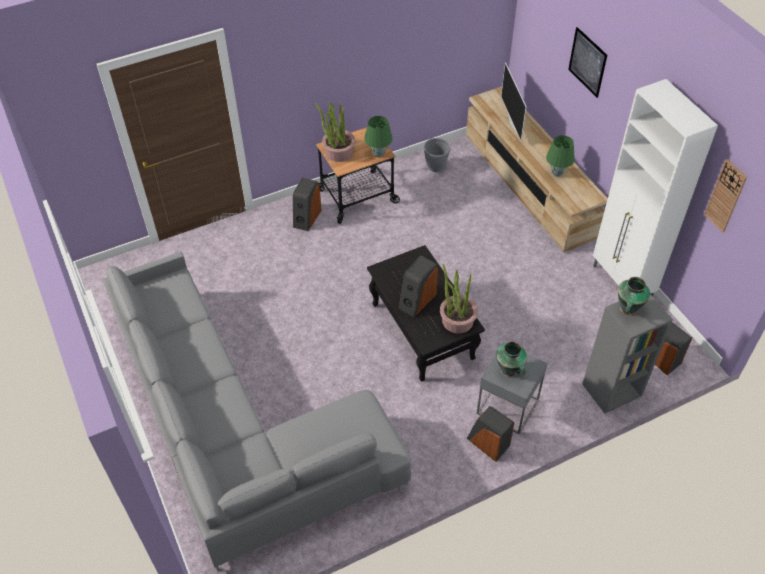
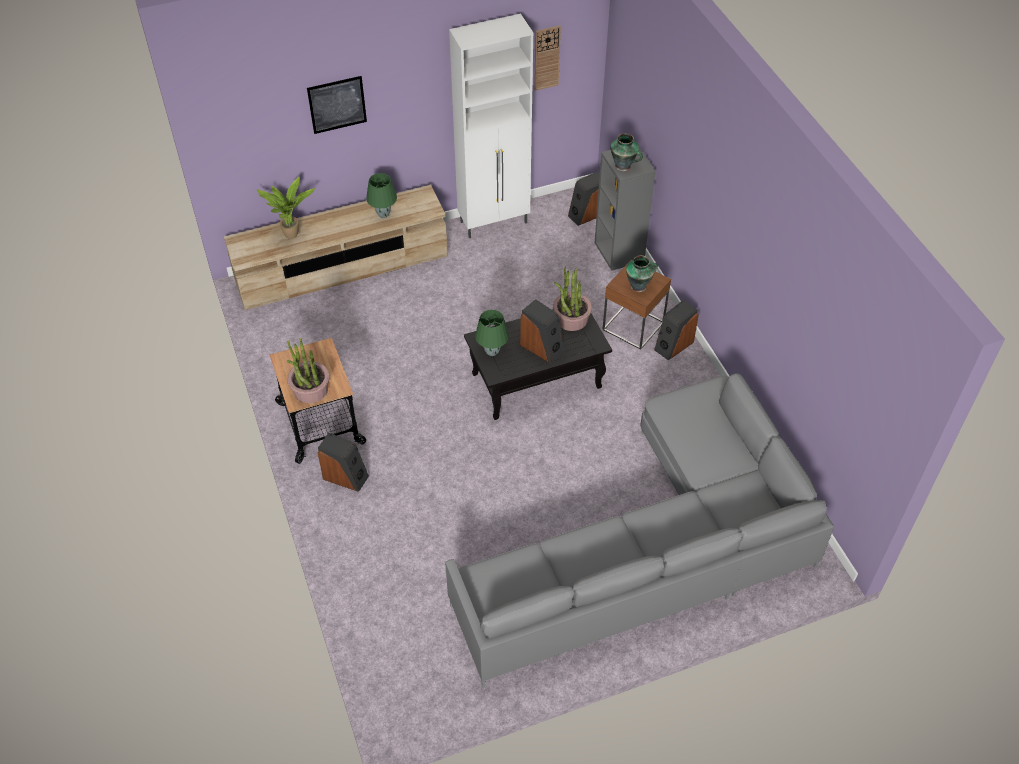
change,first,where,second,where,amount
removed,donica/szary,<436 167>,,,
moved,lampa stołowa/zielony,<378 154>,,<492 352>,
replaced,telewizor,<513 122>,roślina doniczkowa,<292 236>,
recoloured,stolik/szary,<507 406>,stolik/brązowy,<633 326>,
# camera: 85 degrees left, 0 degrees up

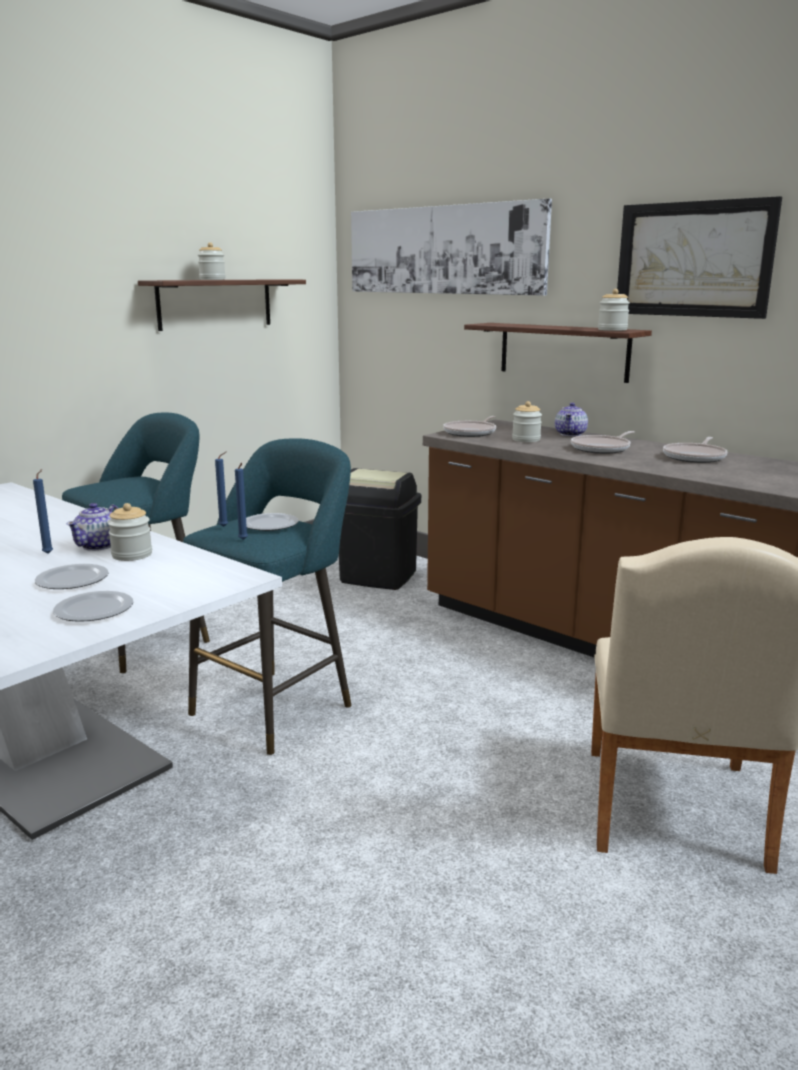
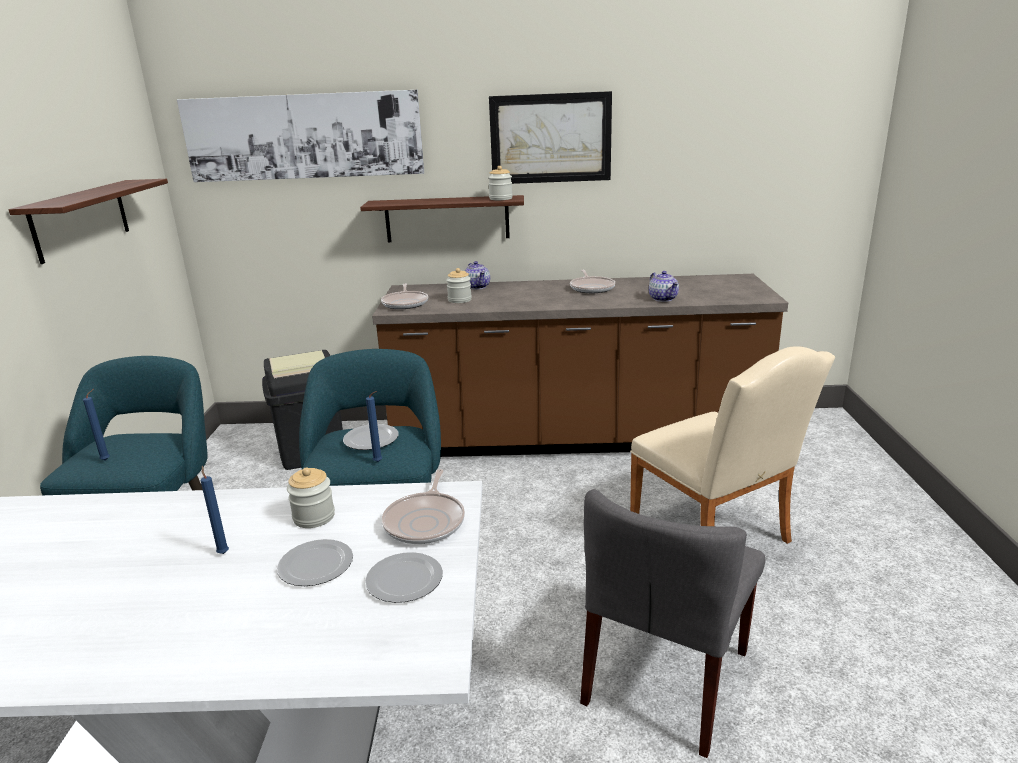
change,first,where,second,where,amount
removed,słoik,<212 279>,,,
added,,,krzesło/szary,<667 678>,
moved,imbryk,<99 545>,,<663 298>,
moved,świeca/niebieski,<225 526>,,<107 460>,
moved,patelnia,<602 449>,,<426 521>,
# camera: 40 degrees left, 5 degrees up

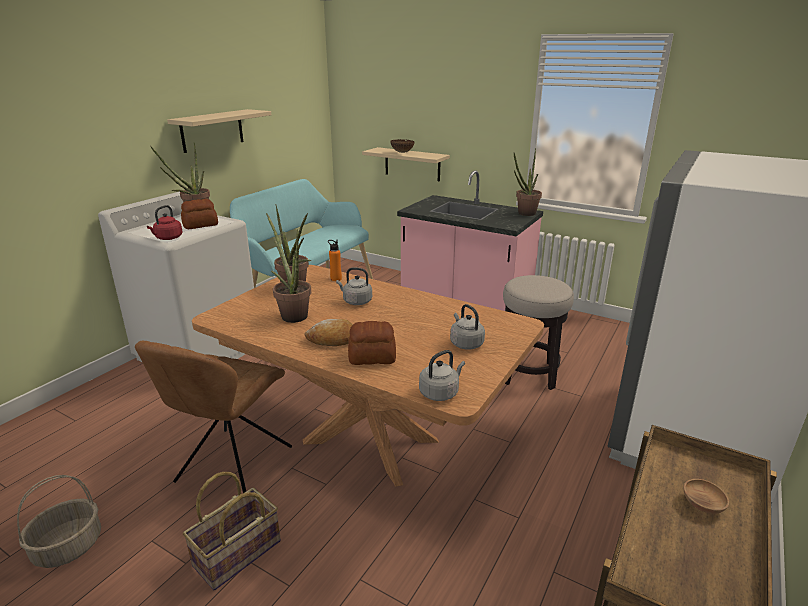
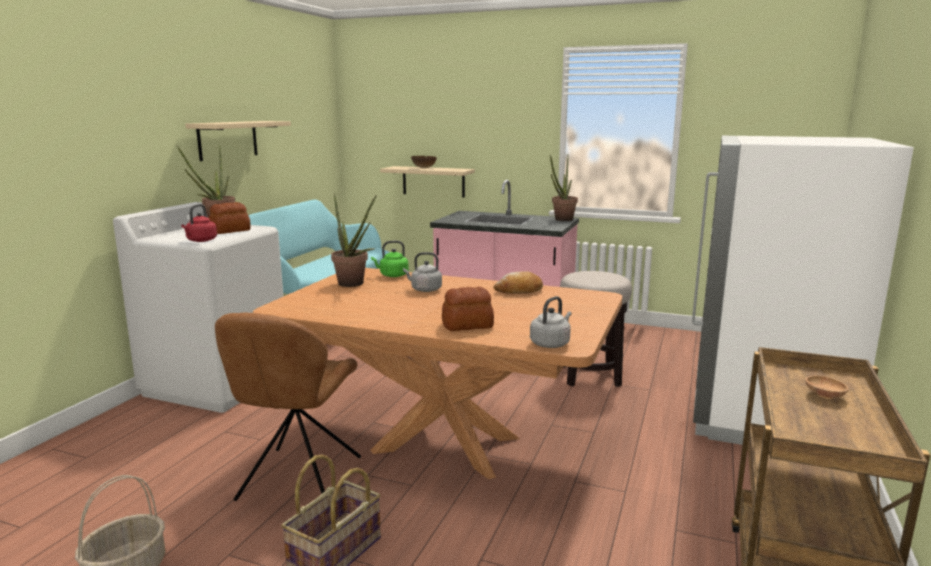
change,first,where,second,where,amount
removed,roślina doniczkowa,<292 314>,,,
removed,czajnik/szary,<465 343>,,,
moved,chleb,<333 340>,,<519 291>,
replaced,butelka/pomarańczowy,<336 279>,czajnik/zielony,<392 275>,
# camera: 10 degrees left, 10 degrees down

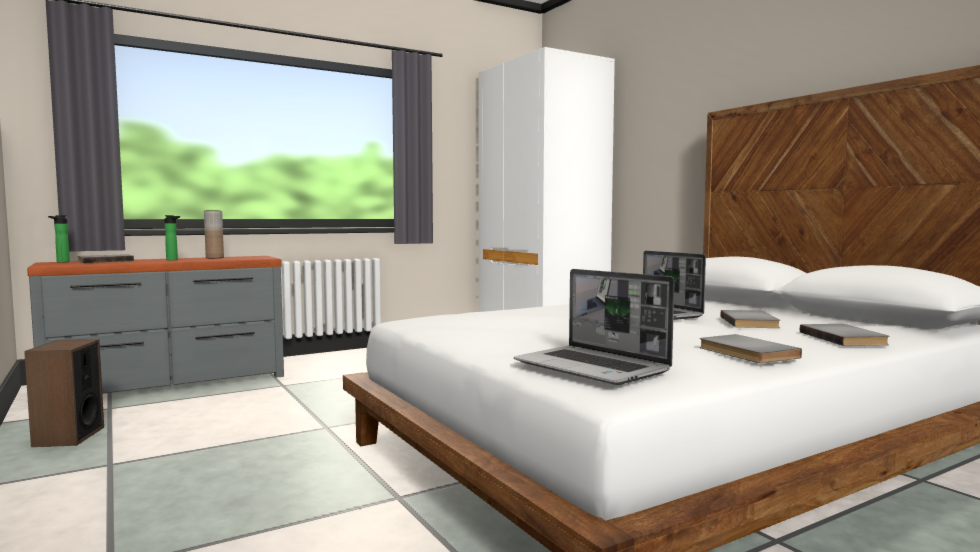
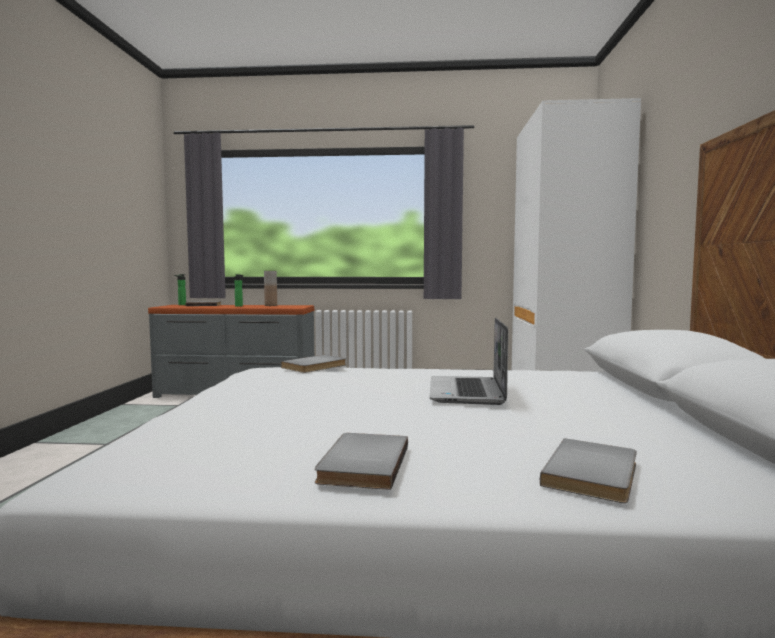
change,first,where,second,where,amount
removed,głośnik,<68 437>,,,
removed,laptop,<593 368>,,,
moved,książka/szary,<751 322>,,<316 366>,
# camera: 35 degrees right, 0 degrees up

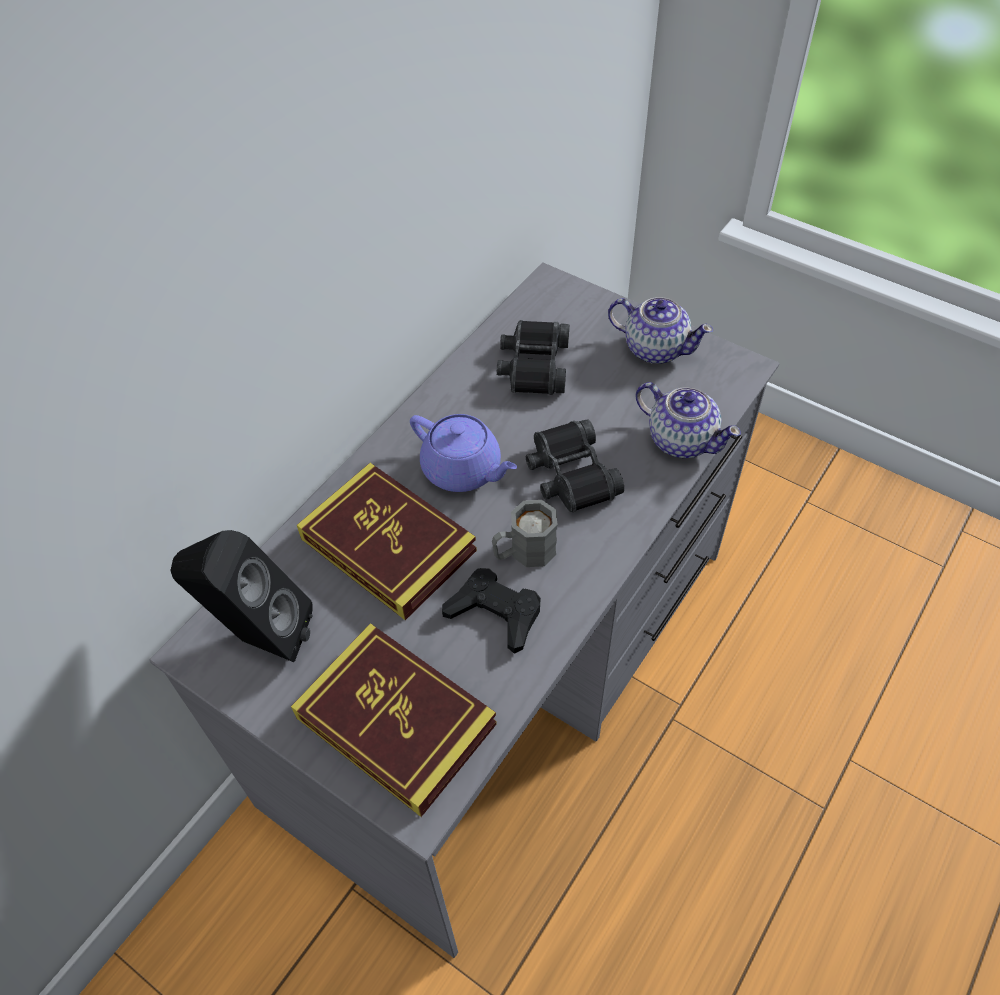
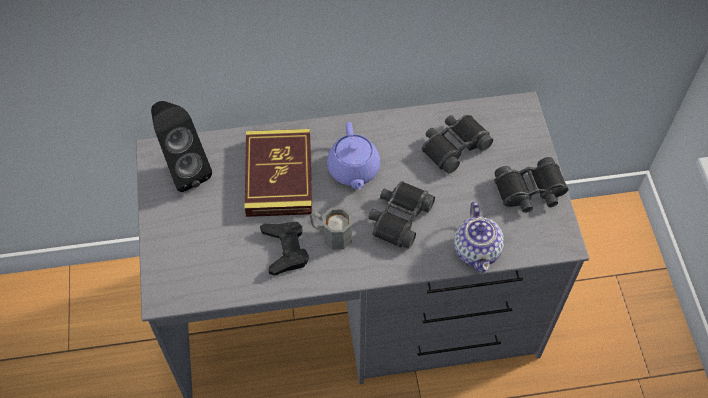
change,first,where,second,where,amount
removed,książka,<396 721>,,,
replaced,imbryk,<655 348>,lornetka/czarny,<530 191>,
# camera: 45 degrees right, 5 degrees up

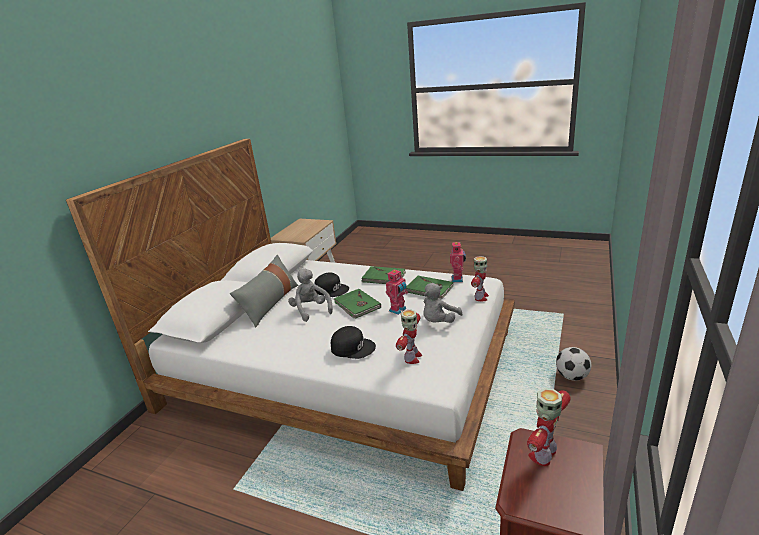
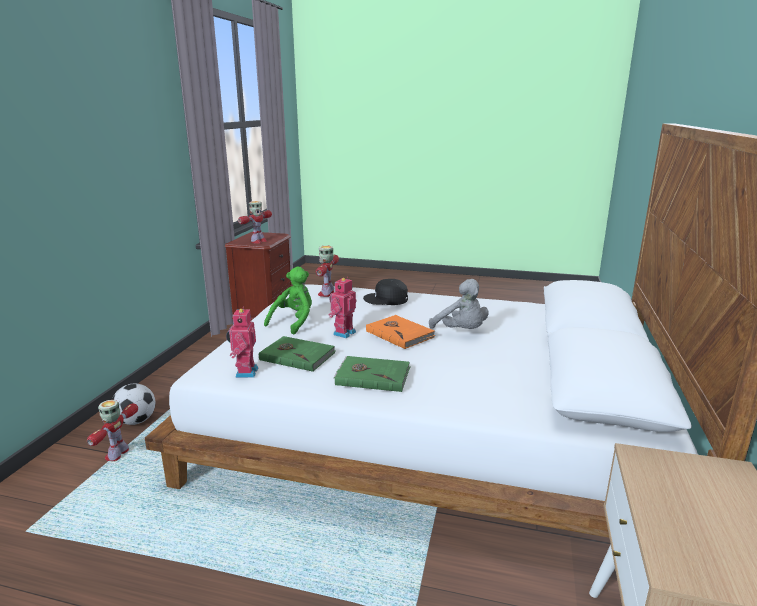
change,first,where,second,where,amount
removed,poduszka/szary,<270 303>,,,
removed,czapka z daszkiem/czarny,<331 289>,,,
moved,robot zabawkowy,<480 297>,,<118 454>,
recoloured,książka/zielony,<357 305>,książka/pomarańczowy,<400 334>,
recoloured,pluszak/szary,<439 322>,pluszak/zielony,<294 322>,
# camera: 170 degrees right, 5 degrees down

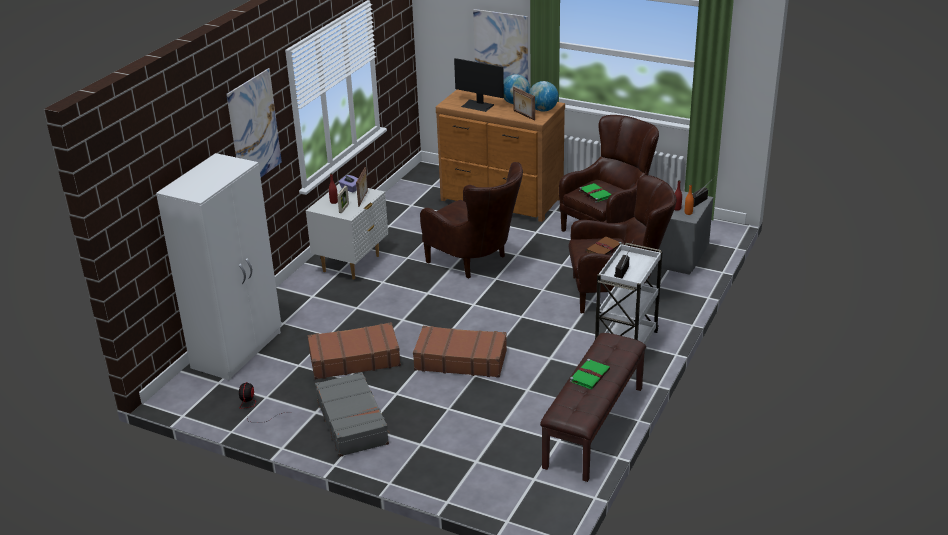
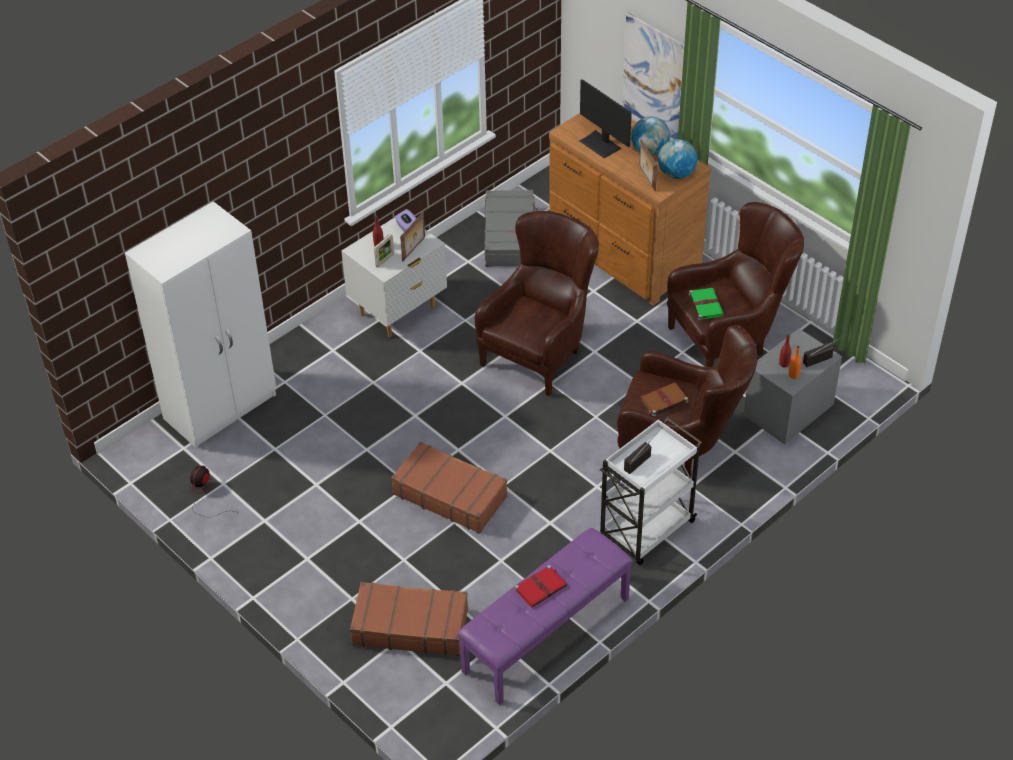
change,first,where,second,where,amount
removed,obraz,<254 129>,,,
moved,walizka/brązowy,<354 359>,,<410 626>,
moved,walizka/szary,<353 422>,,<510 236>,
recoloured,ławka/brązowy,<595 427>,ławka/fioletowy,<547 635>,
recoloured,książka/zielony,<590 375>,książka/czerwony,<541 587>,
turned,fotel/brązowy,<476 262>,,<540 351>,120 degrees counterclockwise
# camera: 20 degrees right, 15 degrees up

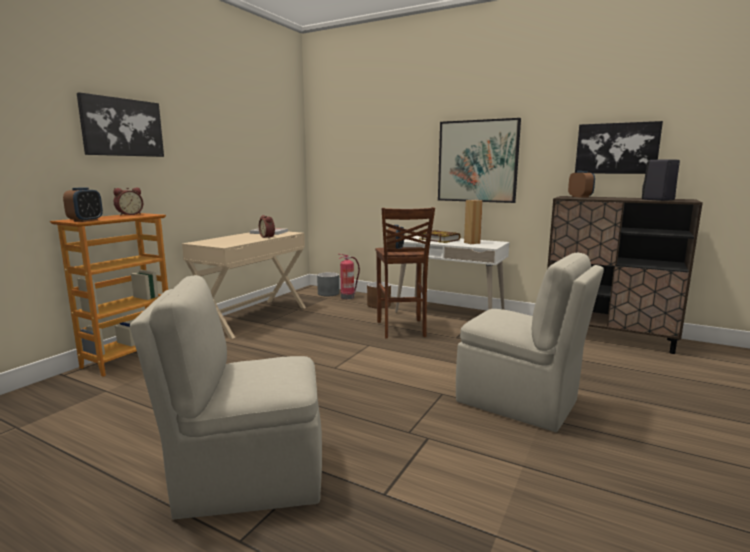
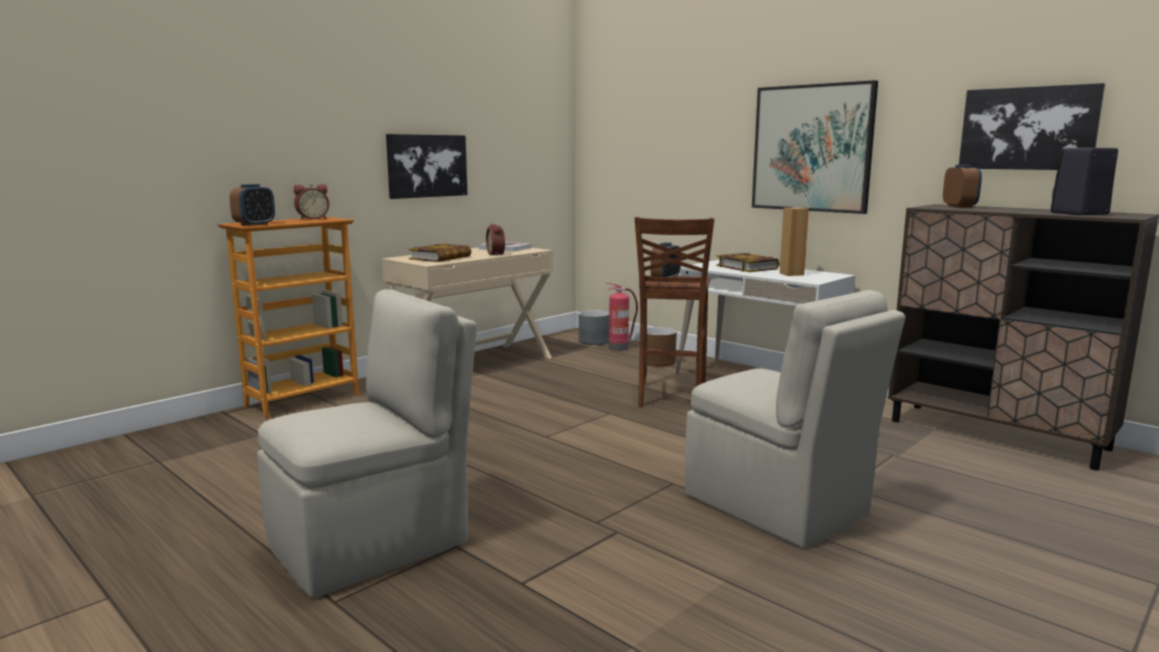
change,first,where,second,where,amount
added,,,książka,<441 258>,
moved,obraz,<122 127>,,<427 166>,
turned,krzesło/beżowy,<247 477>,,<374 543>,135 degrees clockwise
# camera: 15 degrees right, 0 degrees up

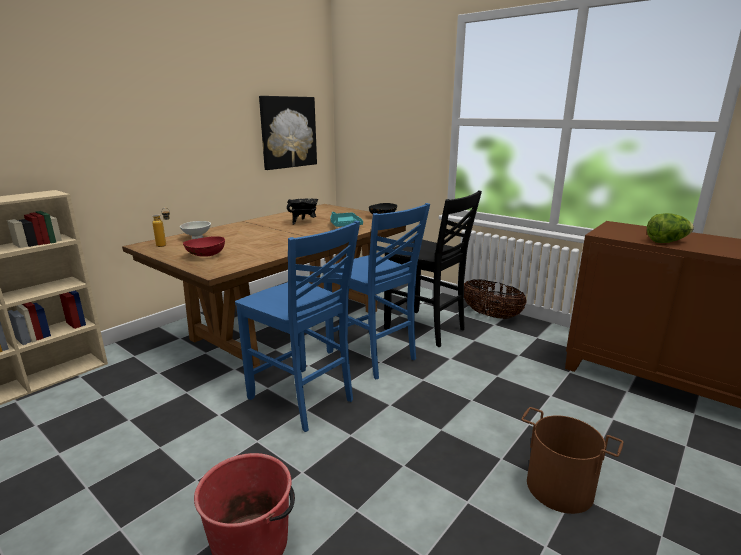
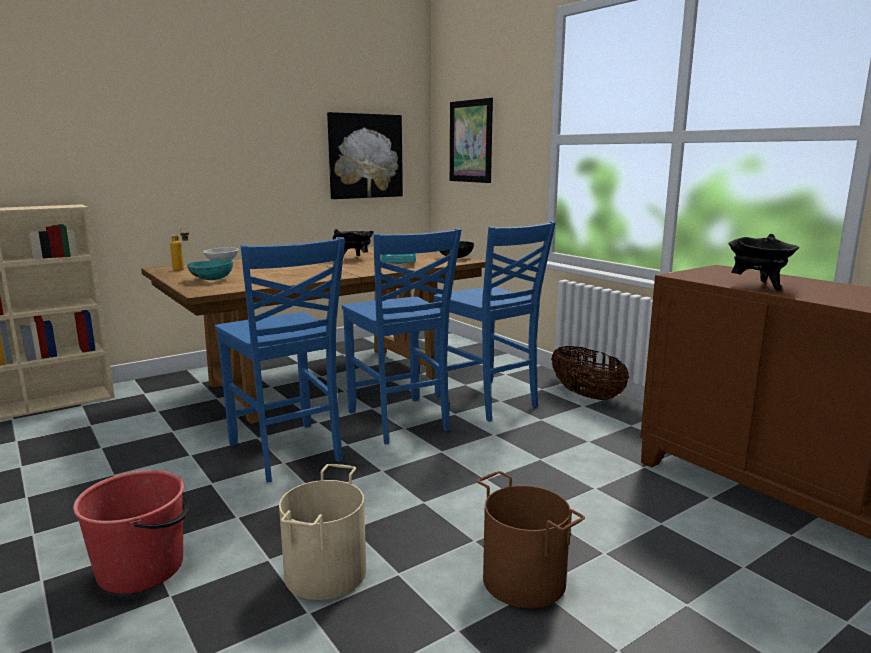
change,first,where,second,where,amount
added,,,wiadro/beżowy,<324 572>,
added,,,obraz,<471 141>,
replaced,sałata,<667 242>,garnek/czarny,<758 286>,
recoloured,miska/czerwony,<206 256>,miska/turkusowy,<211 280>,
recoloured,krzesło/czarny,<426 329>,krzesło/niebieski,<488 402>,
# camera: 15 degrees right, 5 degrees down

